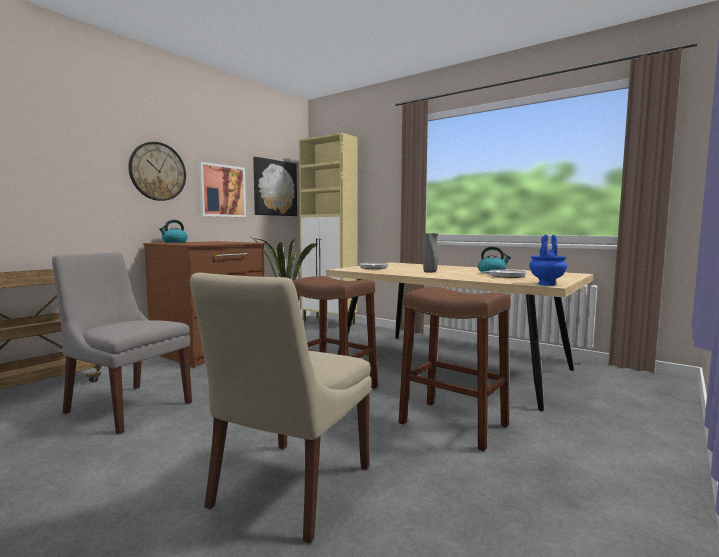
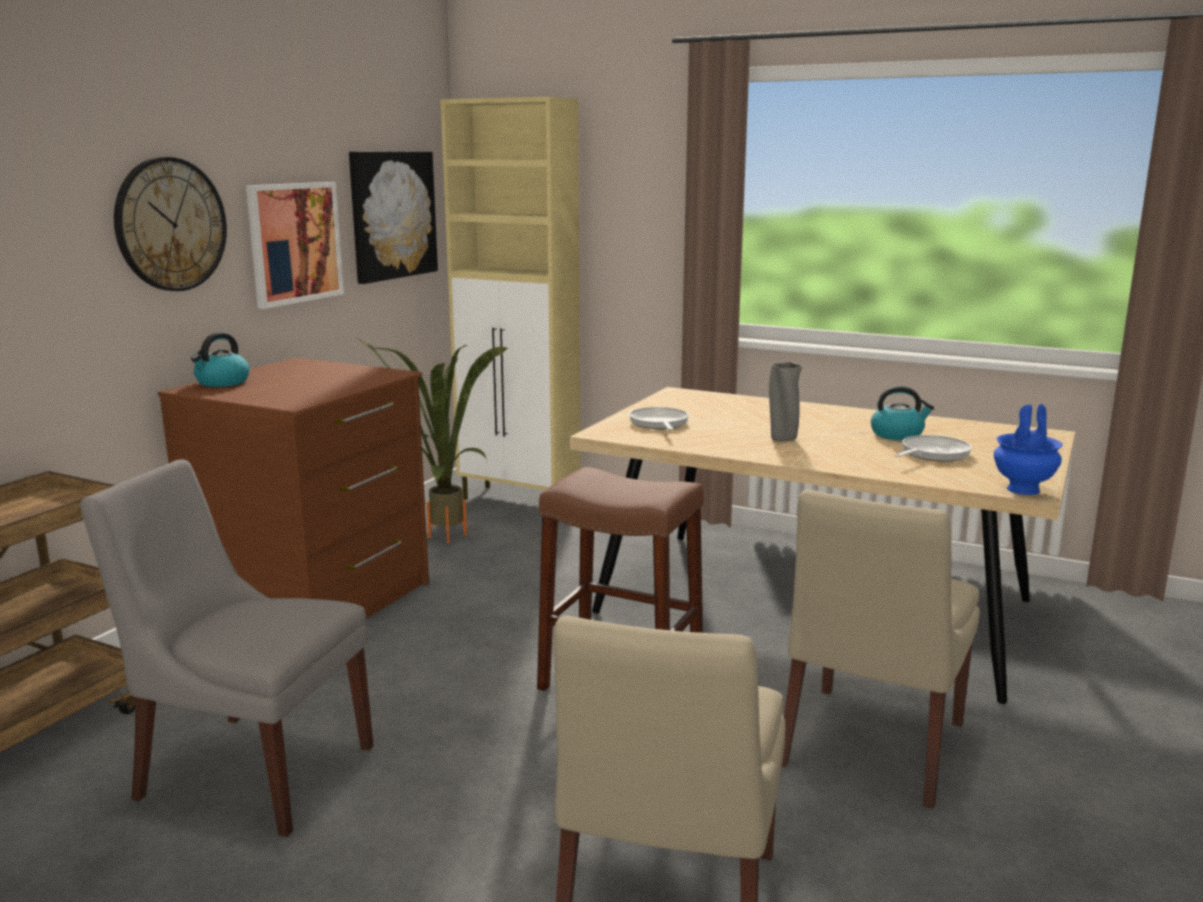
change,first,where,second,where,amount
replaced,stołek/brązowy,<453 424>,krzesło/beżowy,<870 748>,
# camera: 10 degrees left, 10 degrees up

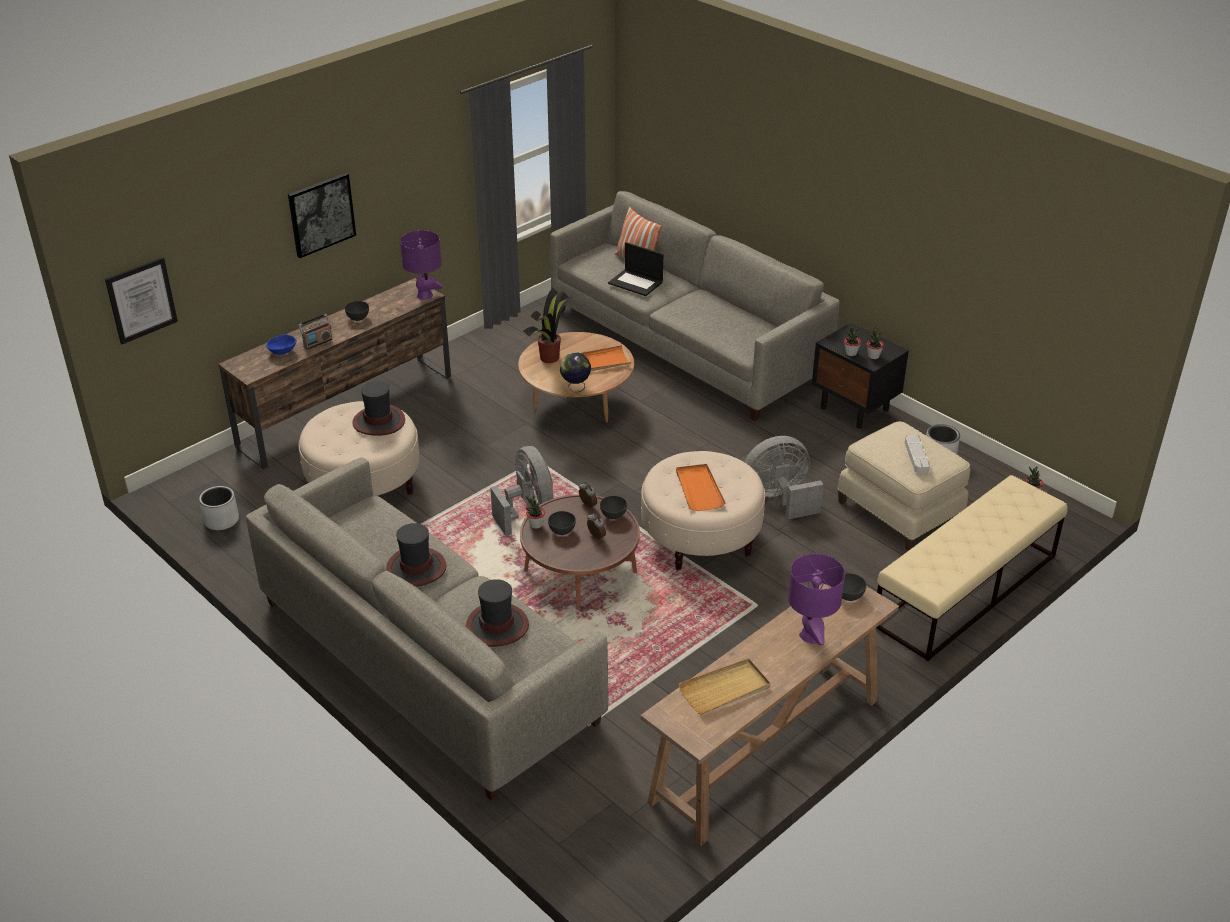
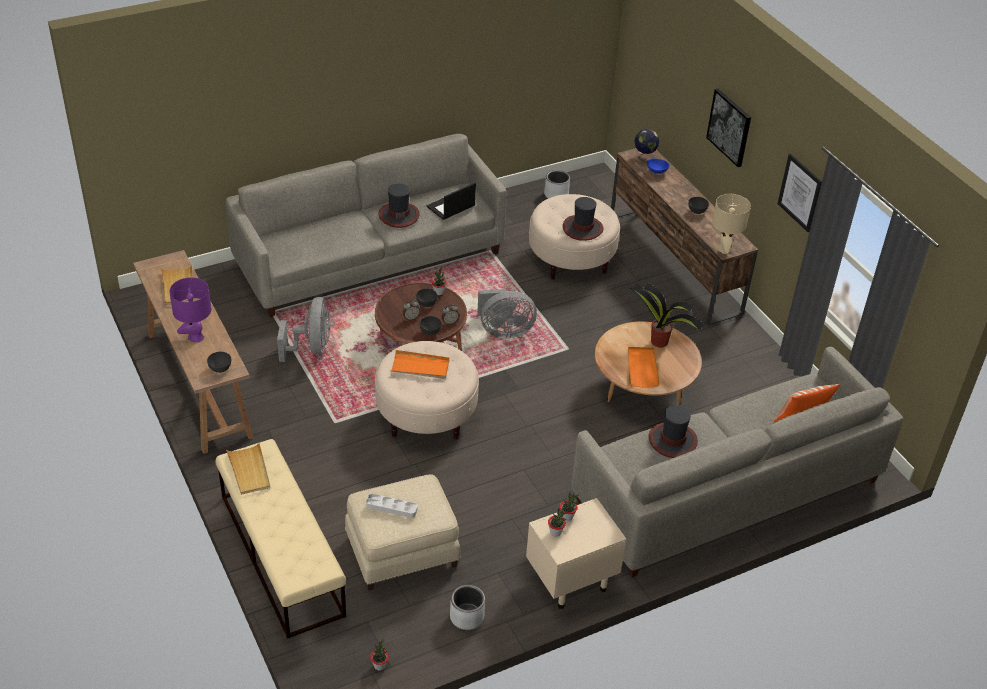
change,first,where,second,where,amount
removed,radio,<317 343>,,,
added,,,taca/beżowy,<249 470>,
moved,obraz,<141 300>,,<800 192>,
moved,kapelusz,<497 626>,,<672 440>,
moved,globus,<575 388>,,<644 157>,
moved,laptop,<636 283>,,<450 207>,
moved,wentylator/szary,<779 498>,,<311 348>,
recoloured,lampa stołowa/fioletowy,<425 296>,lampa stołowa/beżowy,<724 249>,
recoloured,szafka nocna/czarny,<855 409>,szafka nocna/beżowy,<570 581>,
# camera: 105 degrees right, 5 degrees up

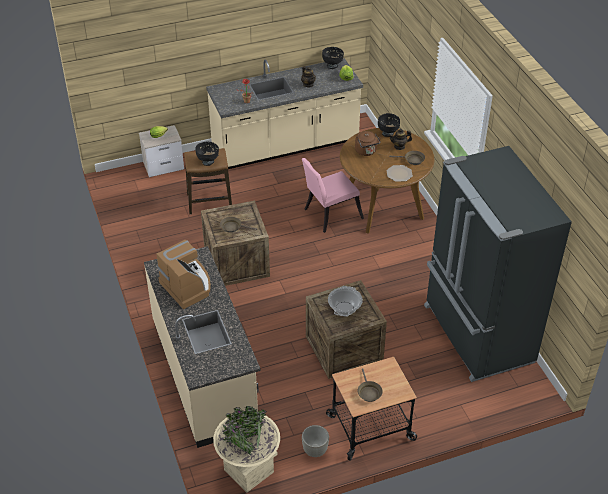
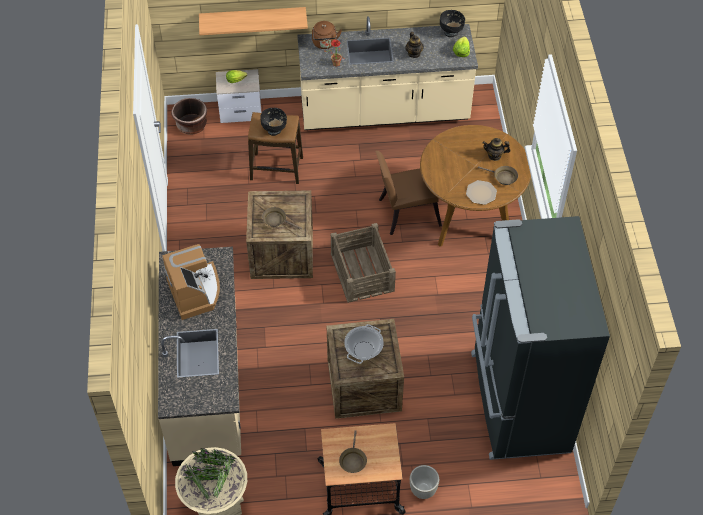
change,first,where,second,where,amount
removed,miska/czarny,<388 133>,,,
added,,,donica/brązowy,<191 126>,
added,,,półka,<253 19>,
added,,,skrzynka,<362 271>,
moved,donica/szary,<314 450>,,<423 490>,
moved,czajnik/brązowy,<366 152>,,<325 44>,
recoloured,krzesło/różowy,<330 214>,krzesło/brązowy,<405 212>,
# camera: 15 degrees right, 10 degrees up

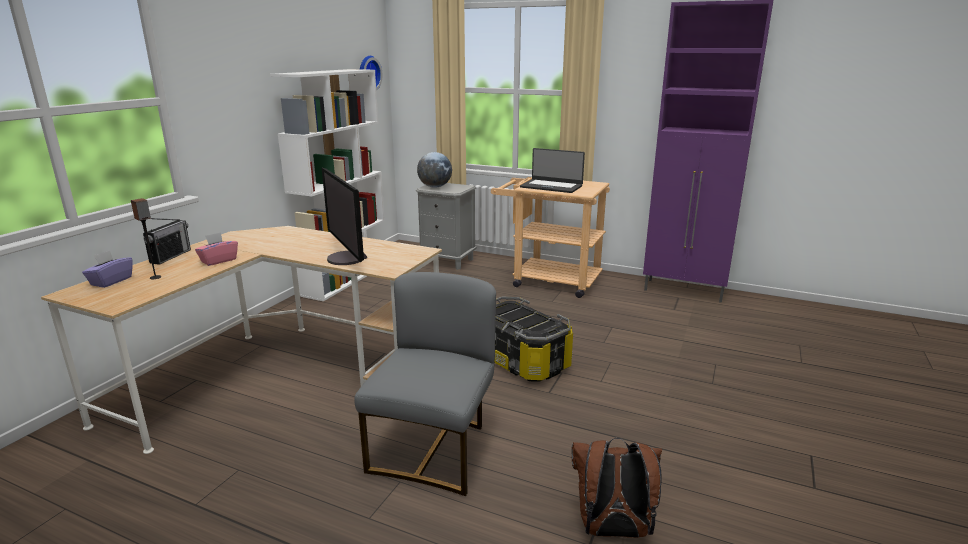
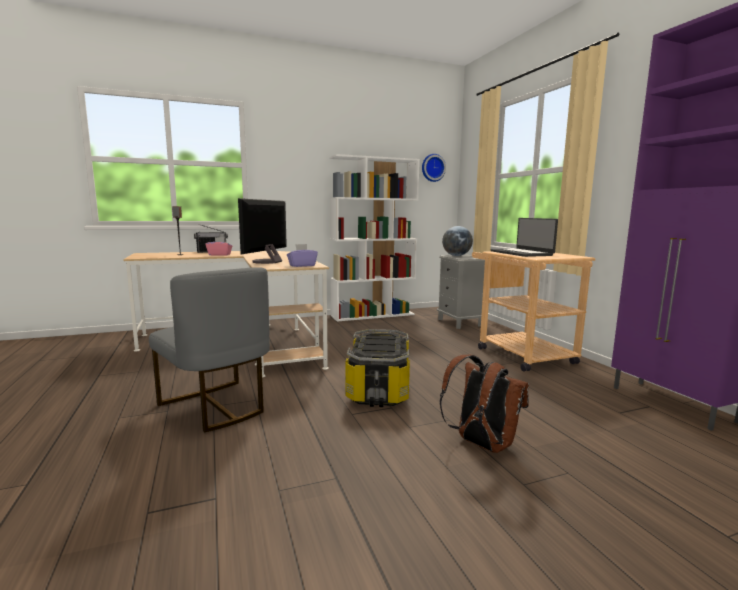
change,first,where,second,where,amount
moved,pudełko chusteczek/fioletowy,<111 281>,,<302 265>,
moved,plecak/brązowy,<612 531>,,<481 444>,
turned,krzesło/szary,<434 450>,,<216 406>,75 degrees clockwise
# camera: 45 degrees right, 10 degrees down

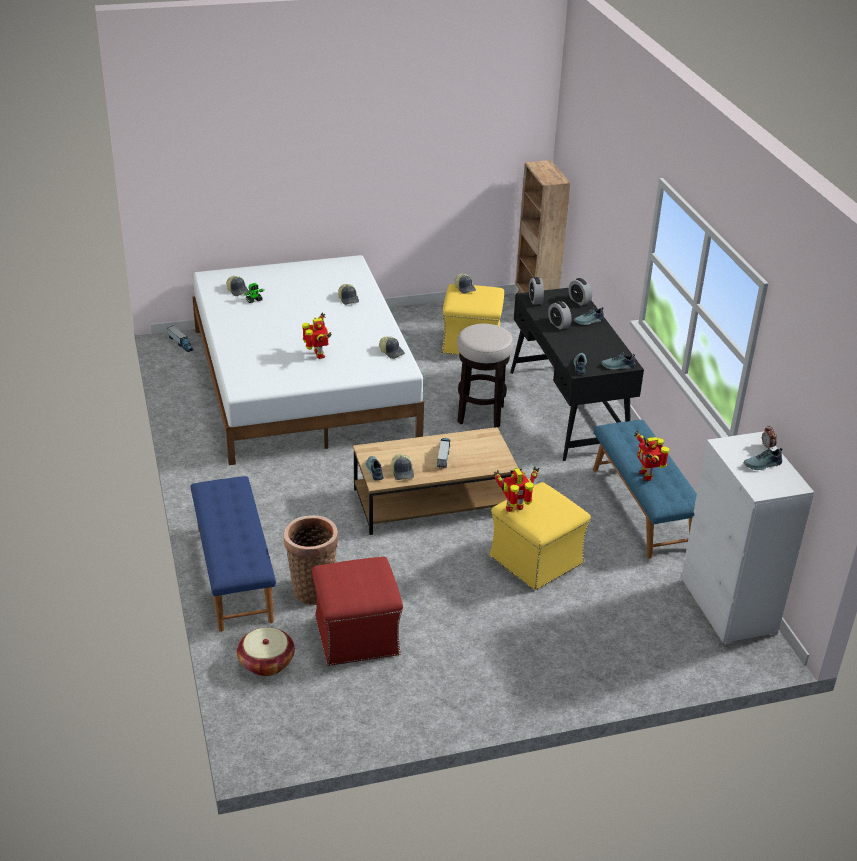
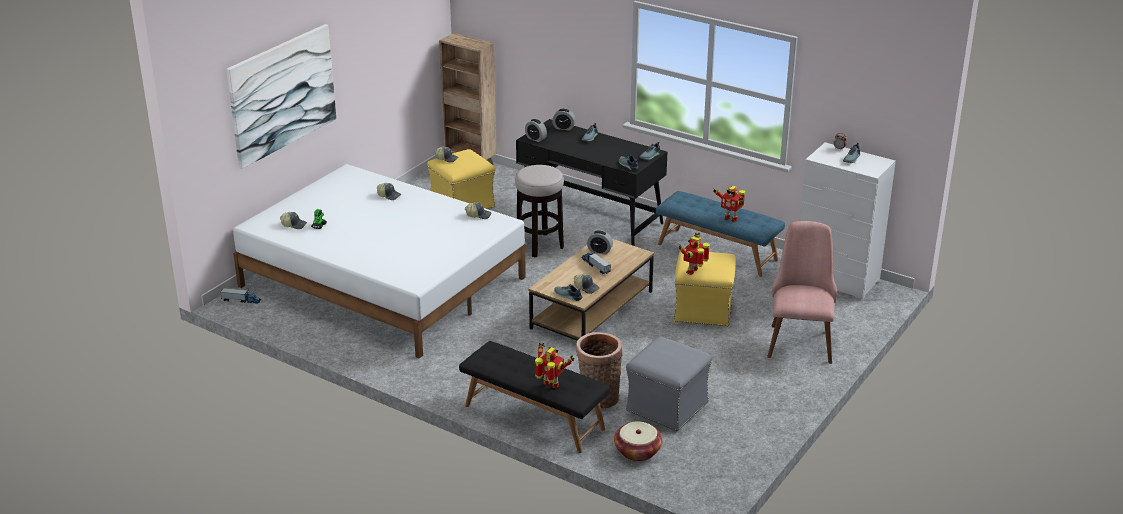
change,first,where,second,where,amount
added,,,obraz,<282 94>,
added,,,krzesło/różowy,<800 338>,
moved,robot zabawkowy,<318 355>,,<551 385>,
moved,budzik,<558 324>,,<599 251>,
recoloured,ławka/niebieski,<233 573>,ławka/czarny,<533 417>,
recoloured,pufa/czerwony,<356 636>,pufa/szary,<666 407>,
# camera: 40 degrees left, 5 degrees down

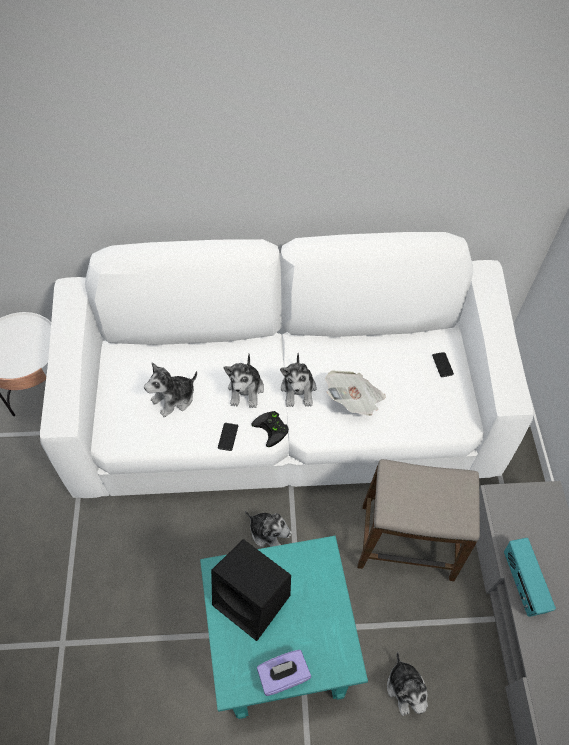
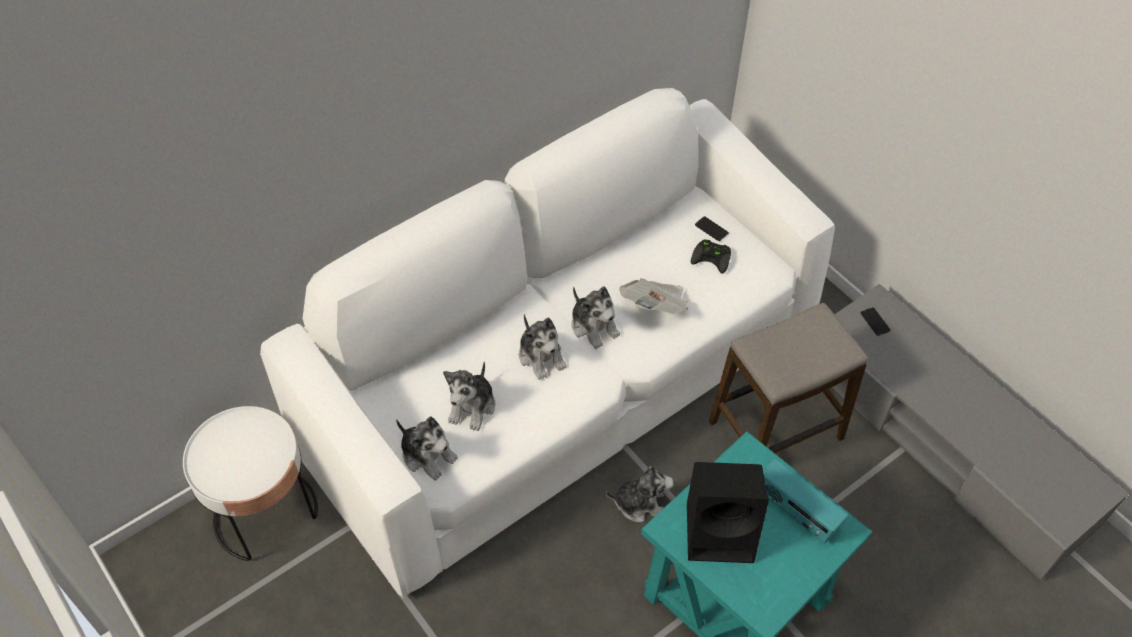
change,first,where,second,where,amount
removed,pudełko chusteczek/fioletowy,<283 675>,,,
moved,telefon,<228 437>,,<875 322>,
moved,pad do gier/czarny,<273 429>,,<713 257>,
moved,pluszak,<406 688>,,<427 455>,
moved,radio,<522 583>,,<796 513>,
# camera: 35 degrees left, 5 degrees down

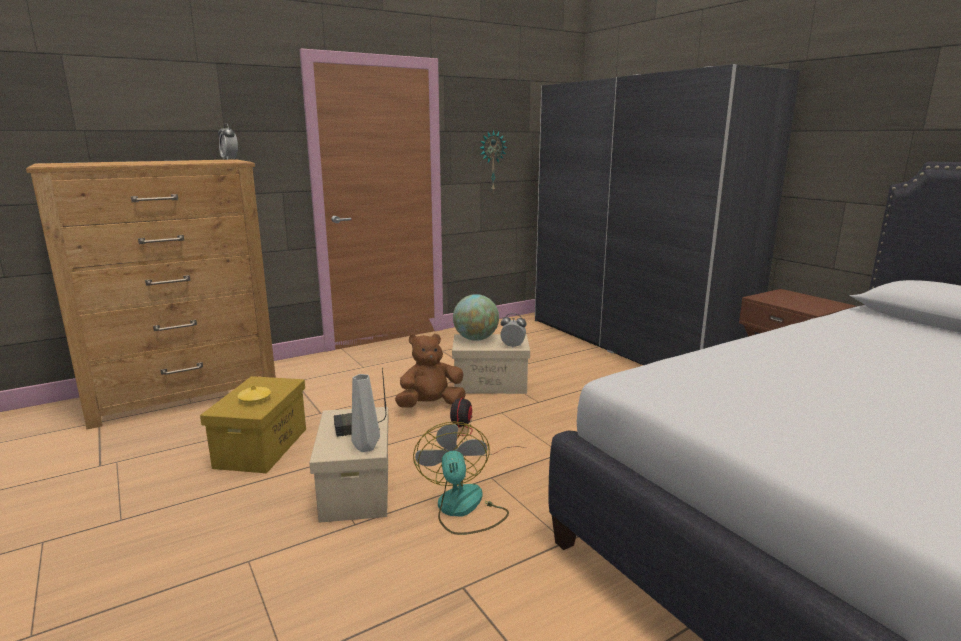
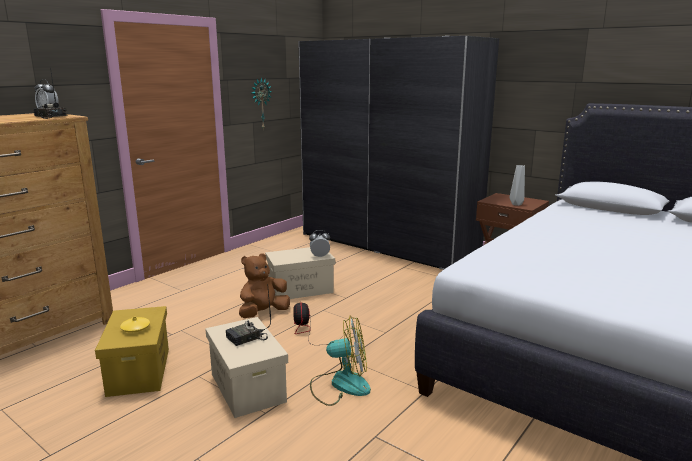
change,first,where,second,where,amount
removed,globus,<476 339>,,,
added,,,radio,<49 117>,
moved,wazon/szary,<367 448>,,<517 204>,
turned,wentylator,<462 509>,,<340 385>,120 degrees clockwise
# camera: 20 degrees left, 0 degrees up

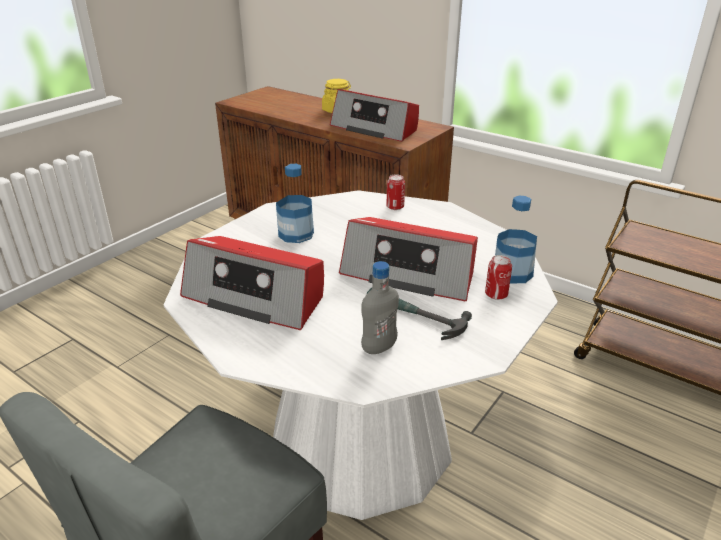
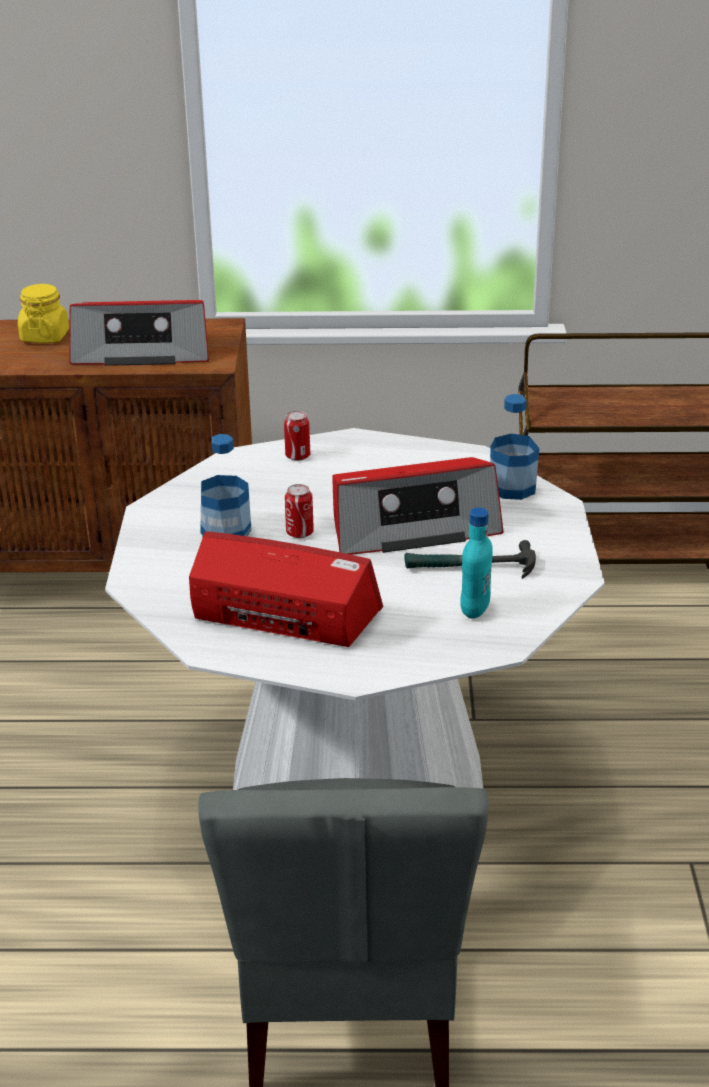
change,first,where,second,where,amount
moved,puszka,<496 295>,,<299 533>,
recoloured,butelka/szary,<379 348>,butelka/turkusowy,<475 609>,
turned,radio,<256 297>,,<283 615>,150 degrees counterclockwise
# camera: 35 degrees left, 0 degrees up

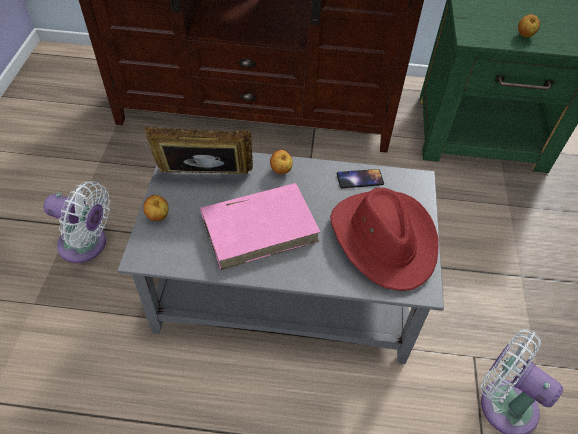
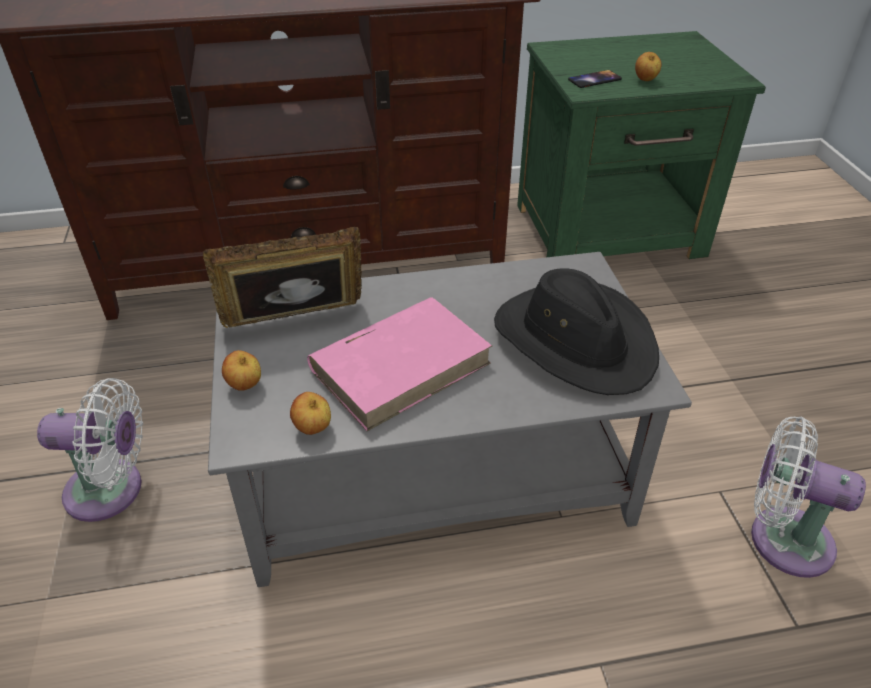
change,first,where,second,where,amount
moved,jabłko,<281 171>,,<313 428>,
moved,telefon,<360 179>,,<594 79>,
recoloured,kapelusz/czerwony,<384 239>,kapelusz/czarny,<575 340>,
# camera: 15 degrees left, 10 degrees down

